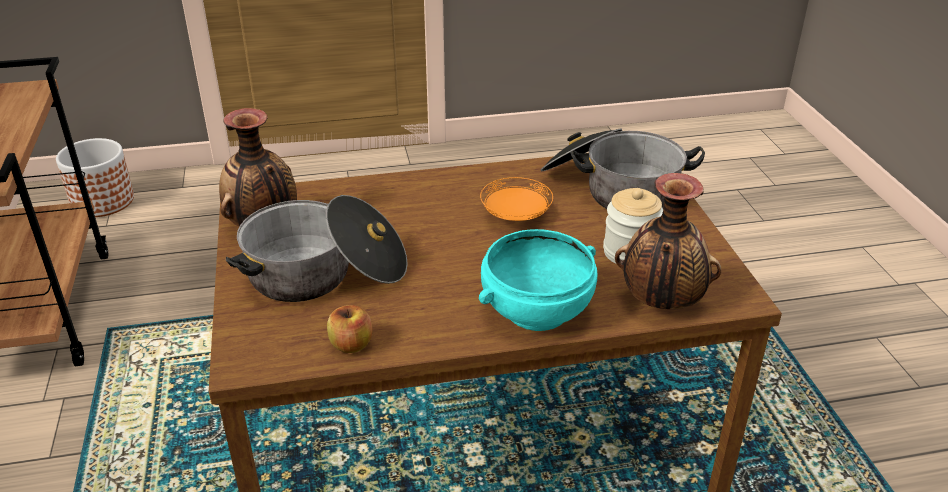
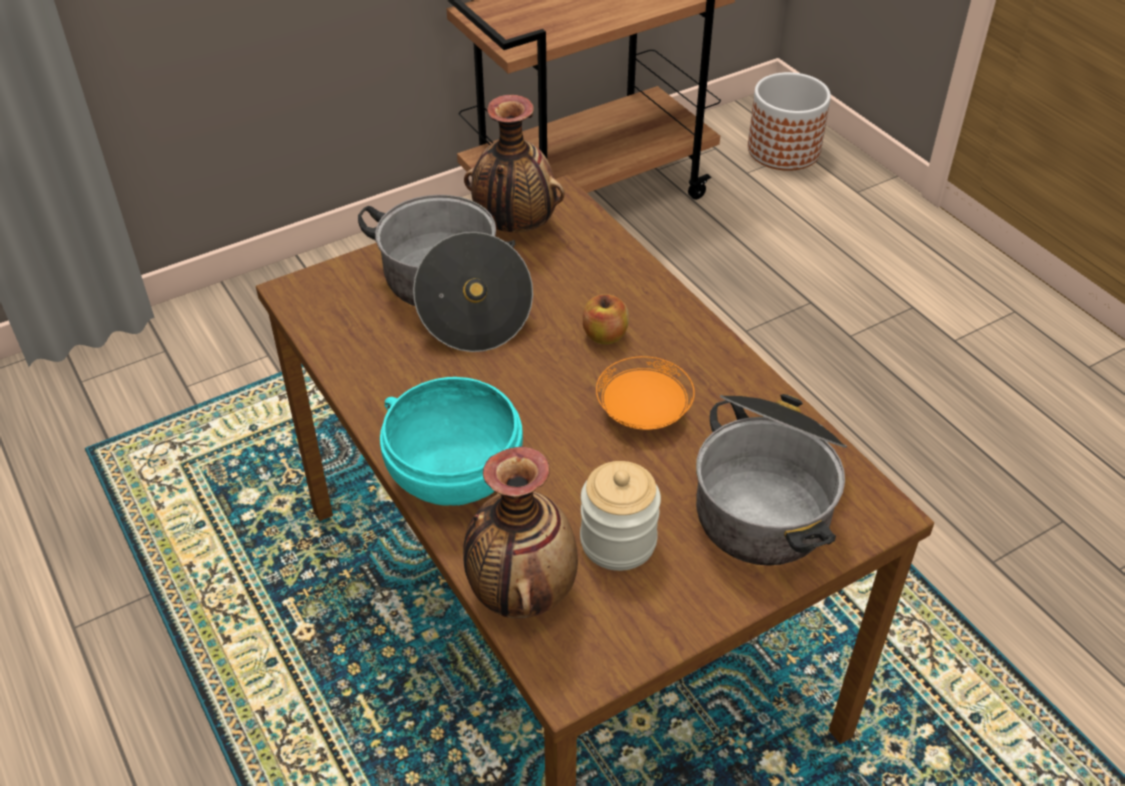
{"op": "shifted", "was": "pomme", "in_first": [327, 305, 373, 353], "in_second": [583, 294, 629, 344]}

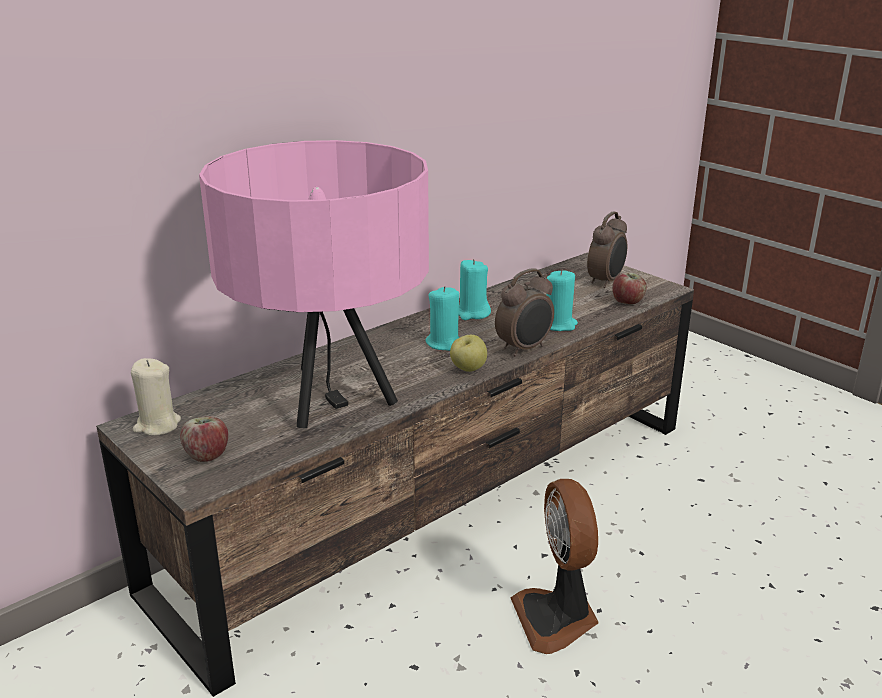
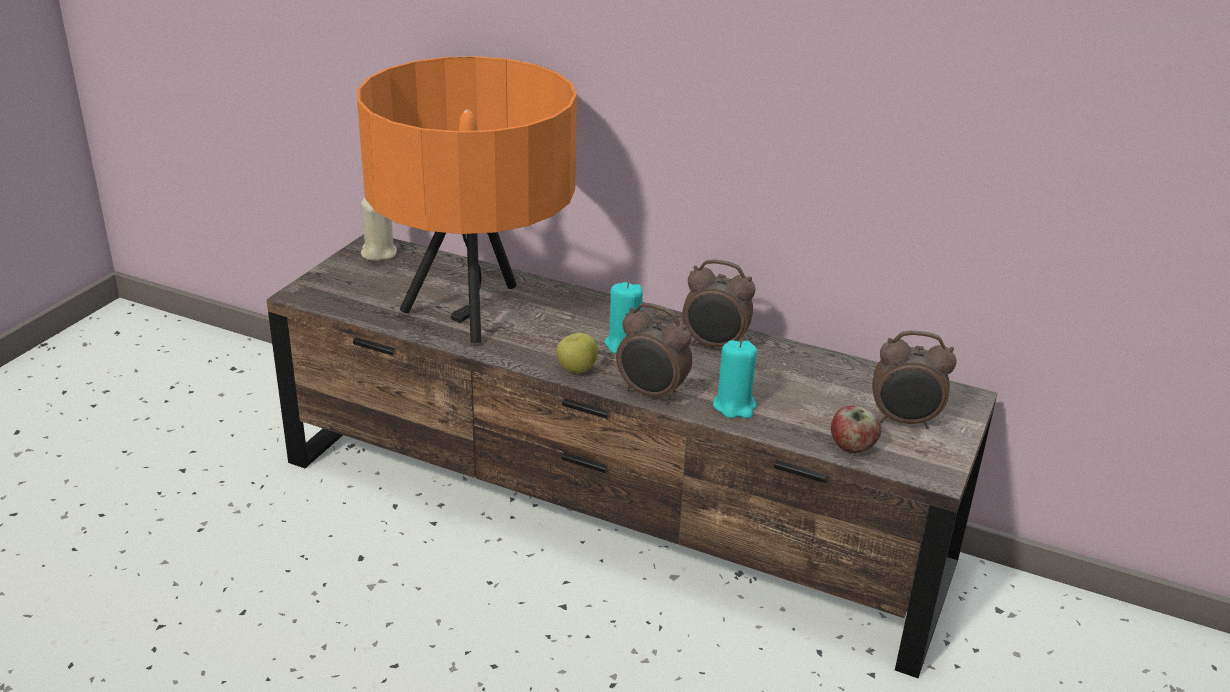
{"op": "repainted", "was": "lampe de table (rose)", "now": "lampe de table (orange)", "in_first": [199, 140, 429, 428], "in_second": [357, 56, 577, 343]}
{"op": "swapped", "was": "bougie (turquoise)", "now": "réveil", "in_first": [459, 259, 491, 320], "in_second": [682, 259, 756, 347]}
{"op": "gone", "was": "pomme", "in_first": [180, 416, 228, 462]}
{"op": "gone", "was": "ventilateur", "in_first": [511, 479, 598, 654]}

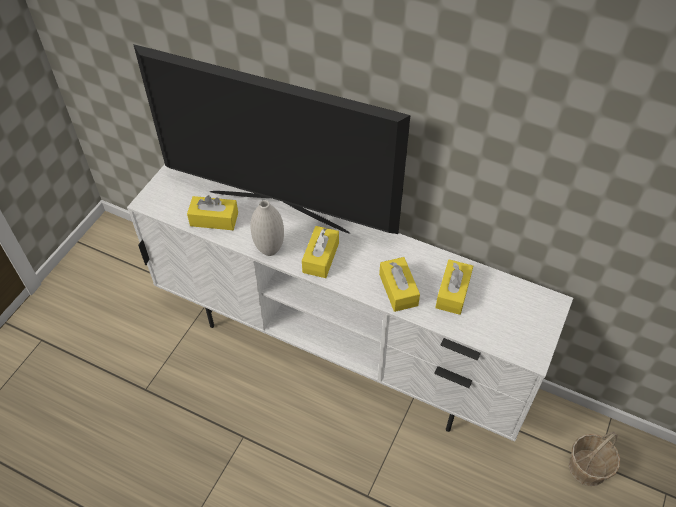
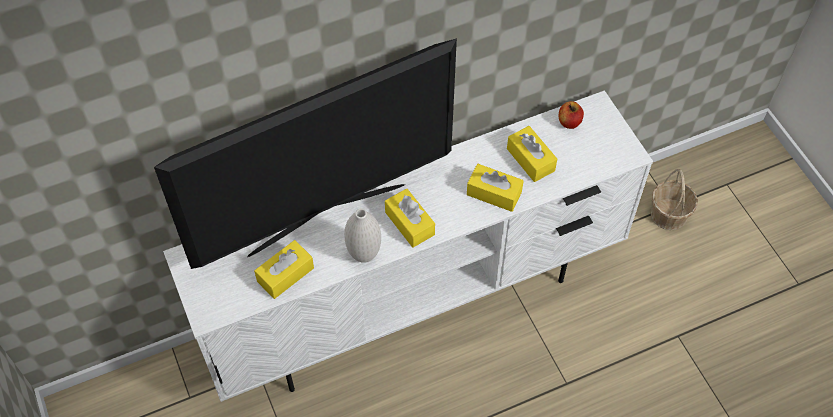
{"op": "new", "now": "pomme", "in_second": [558, 101, 584, 129]}

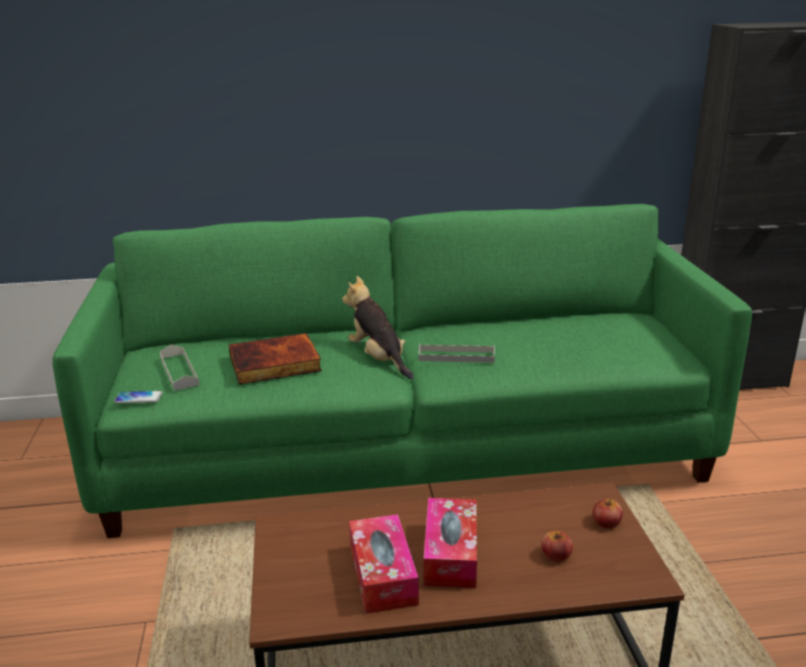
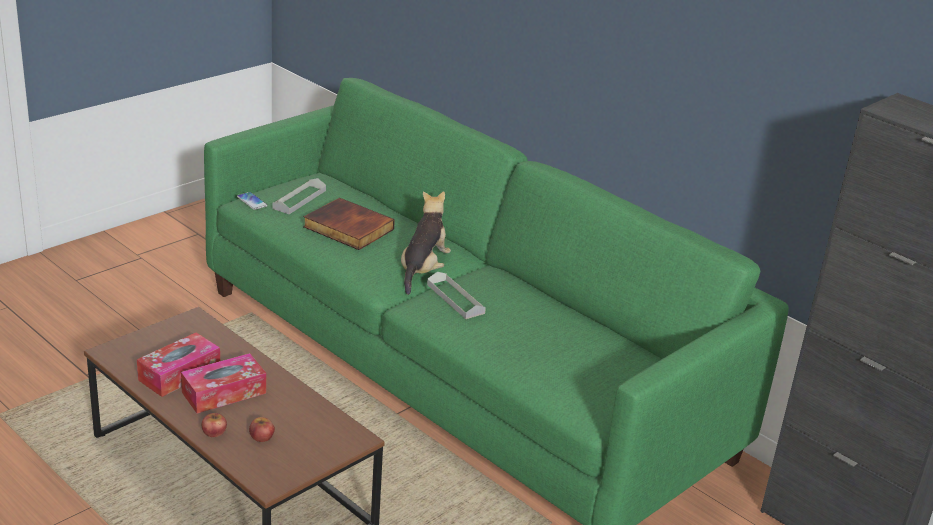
{"op": "shifted", "was": "pomme", "in_first": [592, 498, 623, 528], "in_second": [202, 413, 227, 437]}

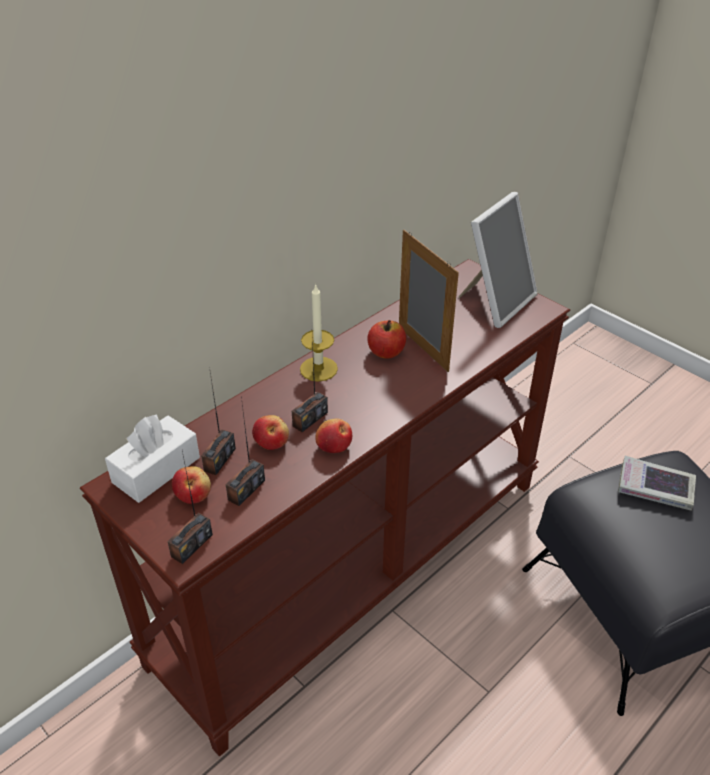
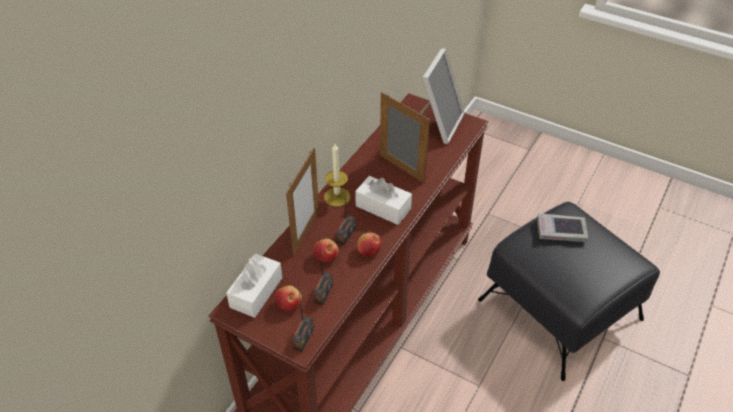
{"op": "gone", "was": "pomme", "in_first": [367, 320, 406, 359]}
{"op": "gone", "was": "radio", "in_first": [201, 367, 236, 475]}
{"op": "new", "now": "cadre photo", "in_second": [286, 147, 319, 256]}
{"op": "new", "now": "boîte à mouchoirs (blanc)", "in_second": [355, 176, 412, 225]}

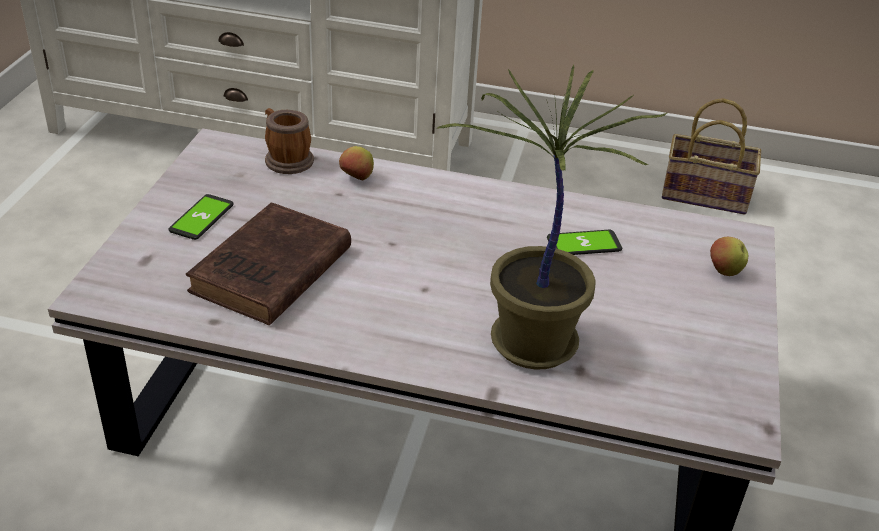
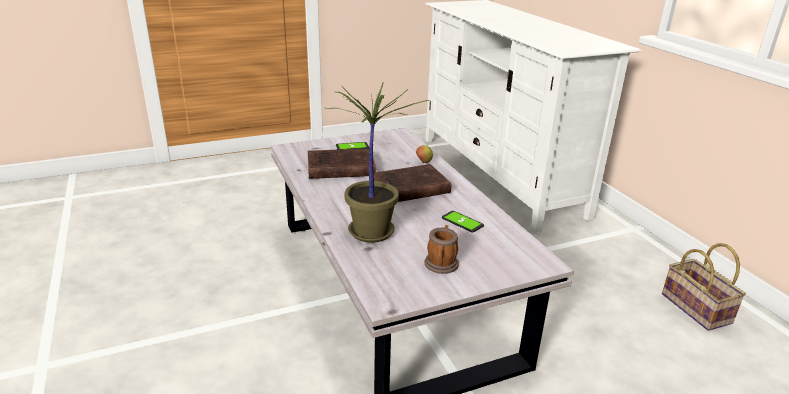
{"op": "shifted", "was": "mug", "in_first": [265, 108, 314, 174], "in_second": [425, 225, 459, 274]}
{"op": "gone", "was": "pomme", "in_first": [710, 237, 748, 276]}
{"op": "new", "now": "livre (marron)", "in_second": [373, 164, 451, 202]}

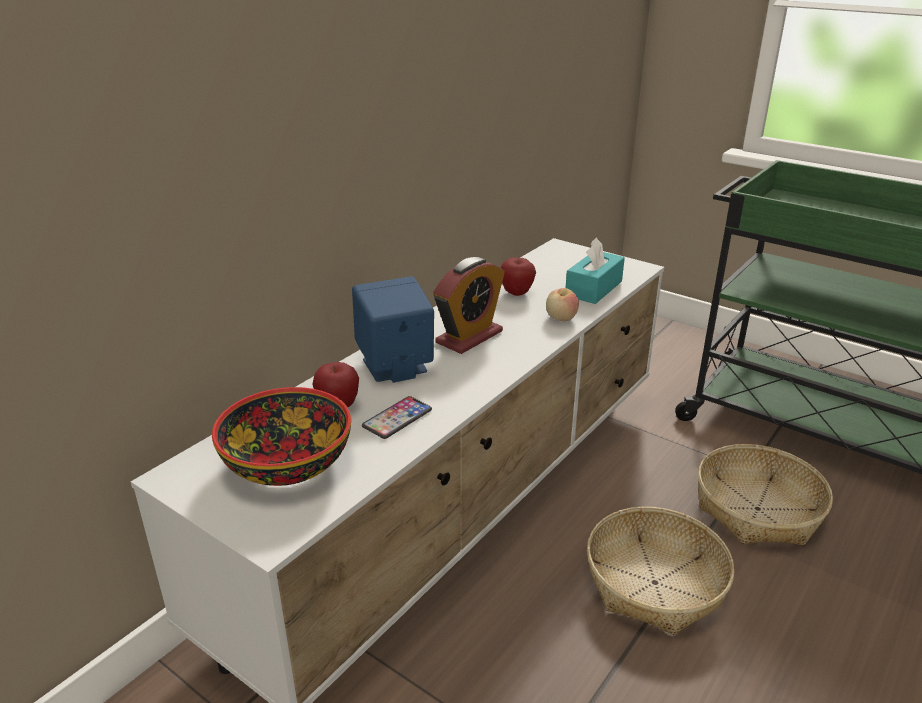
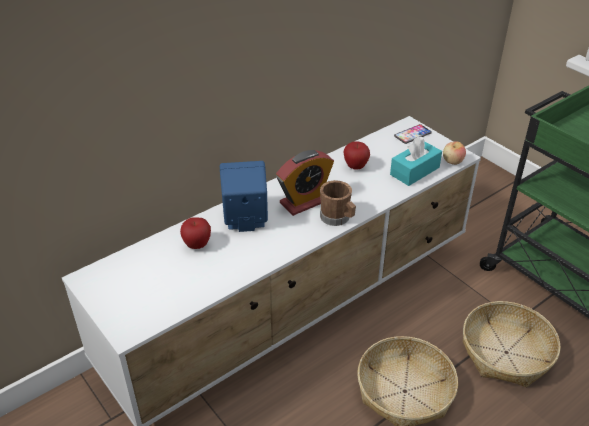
{"op": "shifted", "was": "pomme", "in_first": [546, 288, 579, 321], "in_second": [443, 142, 466, 165]}
{"op": "gone", "was": "bol", "in_first": [212, 387, 351, 486]}
{"op": "shifted", "was": "téléphone", "in_first": [362, 396, 432, 439], "in_second": [394, 124, 432, 144]}
{"op": "new", "now": "mug (marron)", "in_second": [320, 180, 356, 226]}

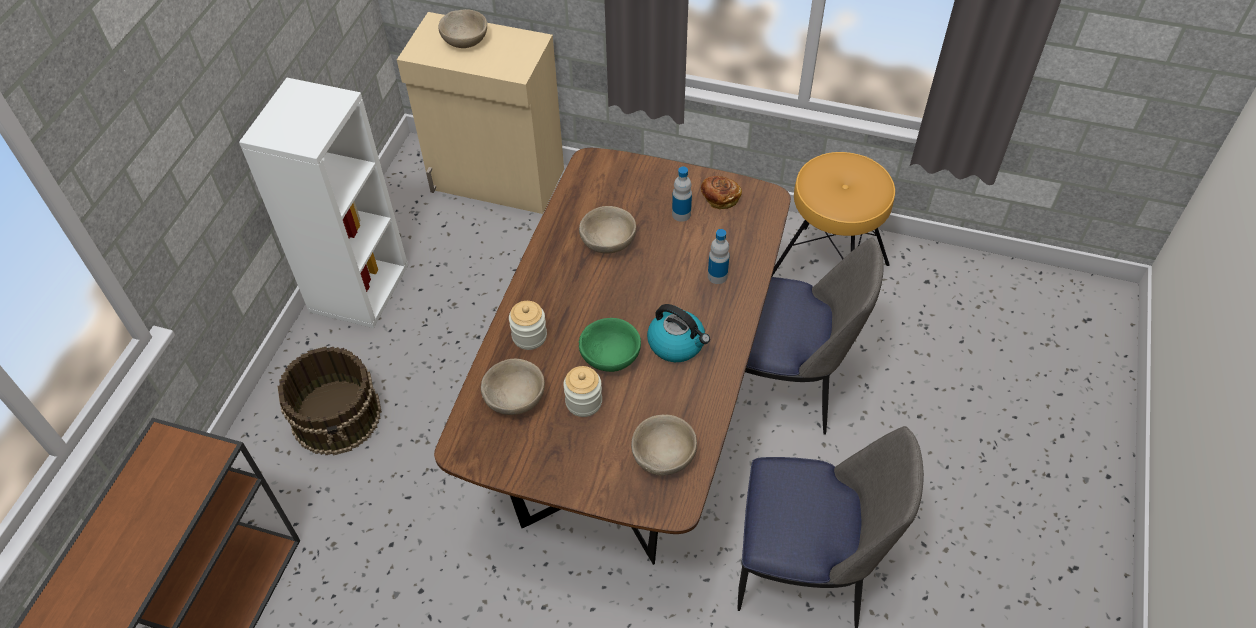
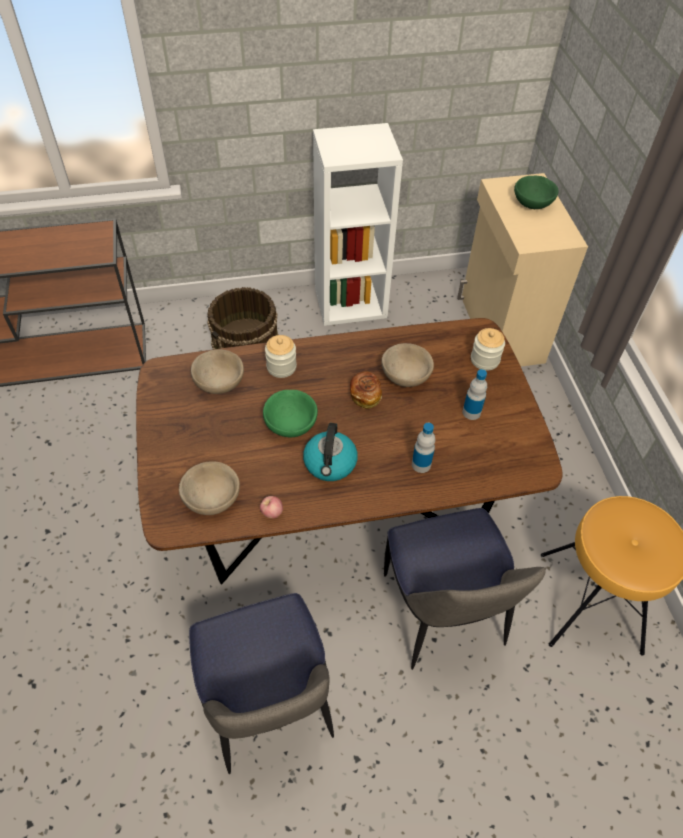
{"op": "repainted", "was": "bol (beige)", "now": "bol (vert)", "in_first": [438, 9, 487, 48], "in_second": [514, 176, 558, 209]}
{"op": "shifted", "was": "pain", "in_first": [701, 176, 742, 209], "in_second": [350, 371, 382, 409]}
{"op": "shifted", "was": "bocal", "in_first": [563, 366, 602, 417], "in_second": [471, 328, 505, 371]}
{"op": "new", "now": "pomme", "in_second": [260, 496, 283, 519]}

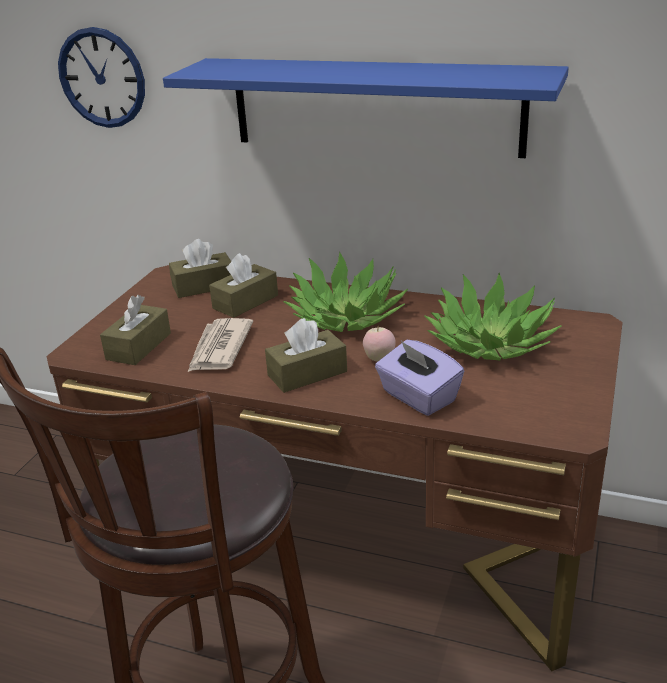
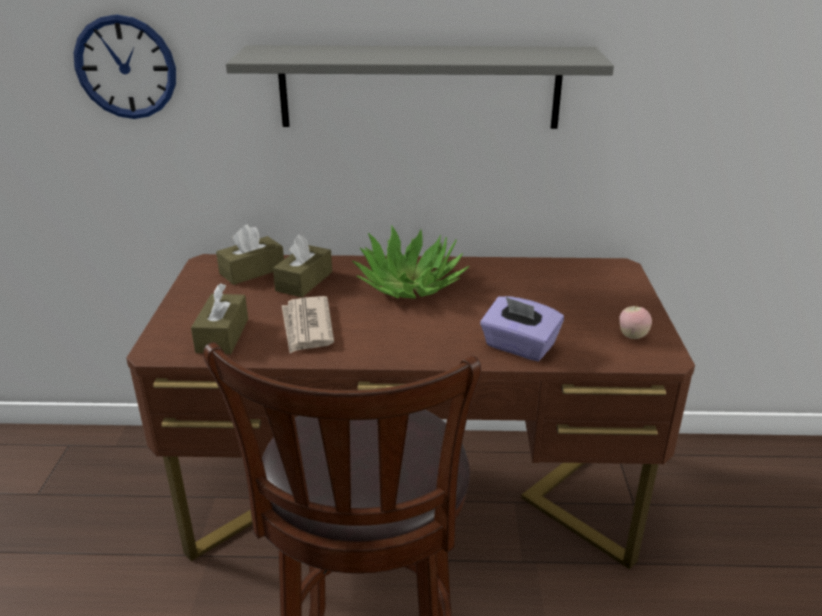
{"op": "repainted", "was": "étagère (bleu)", "now": "étagère (gris)", "in_first": [163, 58, 569, 158], "in_second": [226, 45, 614, 129]}
{"op": "gone", "was": "plante en pot", "in_first": [424, 273, 562, 360]}
{"op": "gone", "was": "boîte à mouchoirs (marron)", "in_first": [265, 318, 347, 393]}
{"op": "shifted", "was": "pomme", "in_first": [363, 327, 396, 362], "in_second": [619, 304, 652, 339]}

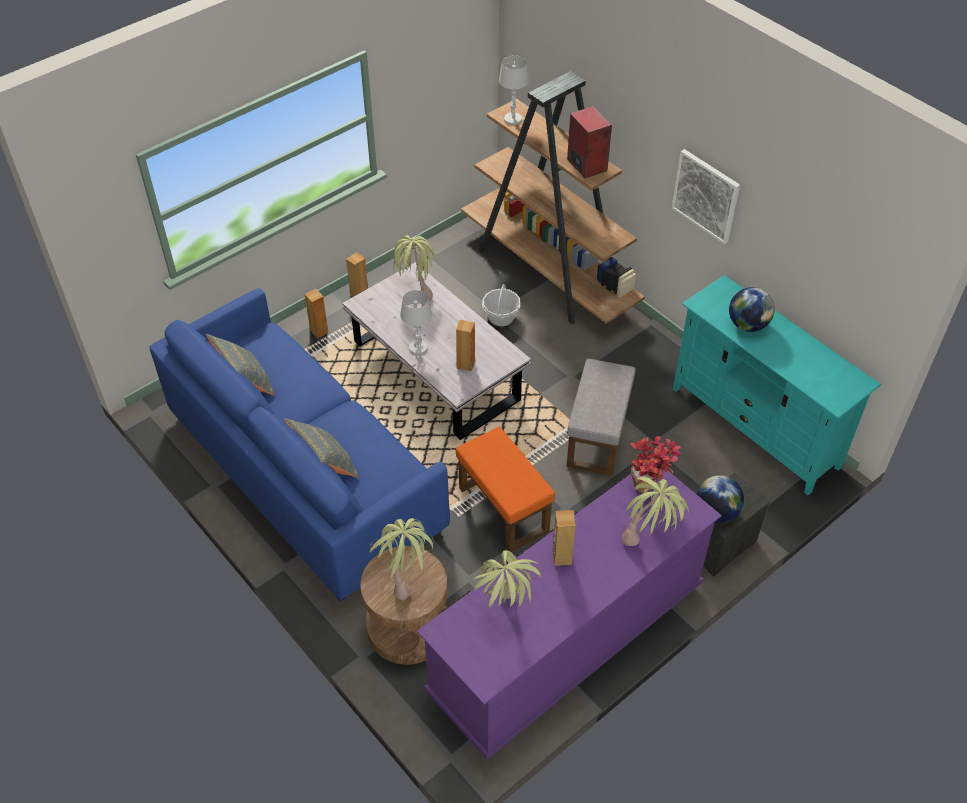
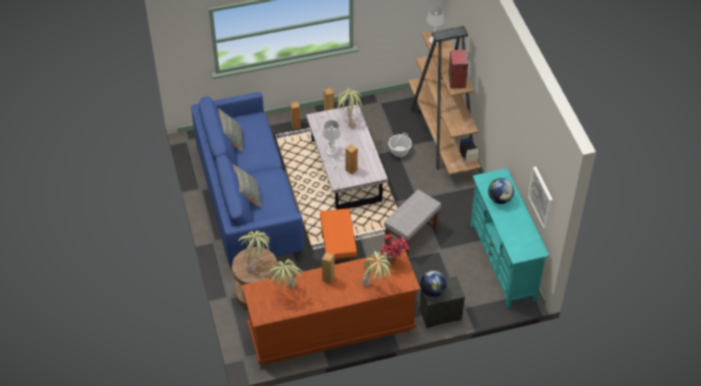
{"op": "shifted", "was": "tableau", "in_first": [672, 149, 740, 244], "in_second": [528, 166, 553, 229]}
{"op": "repainted", "was": "commode (violet)", "now": "commode (marron)", "in_first": [417, 469, 722, 759], "in_second": [242, 251, 420, 364]}

